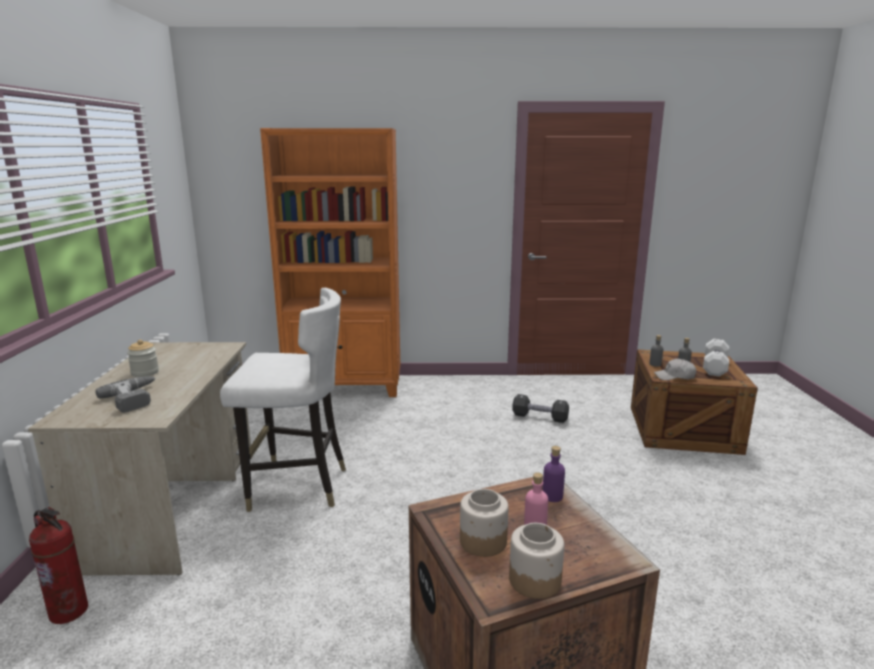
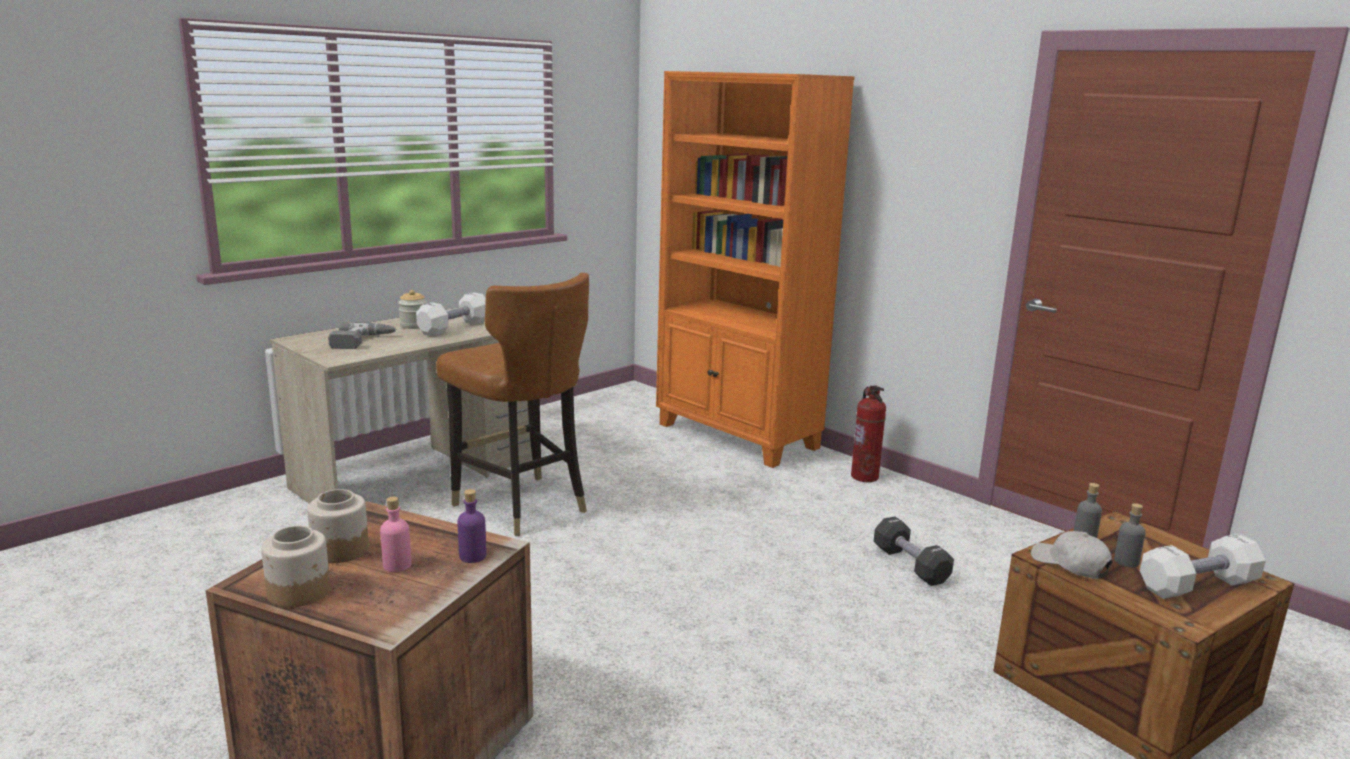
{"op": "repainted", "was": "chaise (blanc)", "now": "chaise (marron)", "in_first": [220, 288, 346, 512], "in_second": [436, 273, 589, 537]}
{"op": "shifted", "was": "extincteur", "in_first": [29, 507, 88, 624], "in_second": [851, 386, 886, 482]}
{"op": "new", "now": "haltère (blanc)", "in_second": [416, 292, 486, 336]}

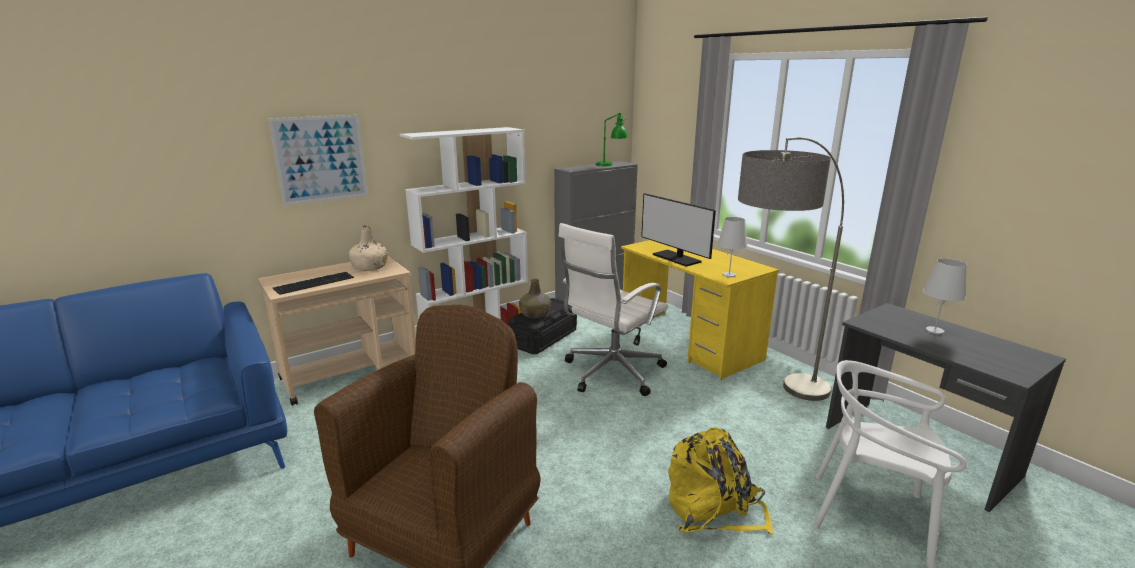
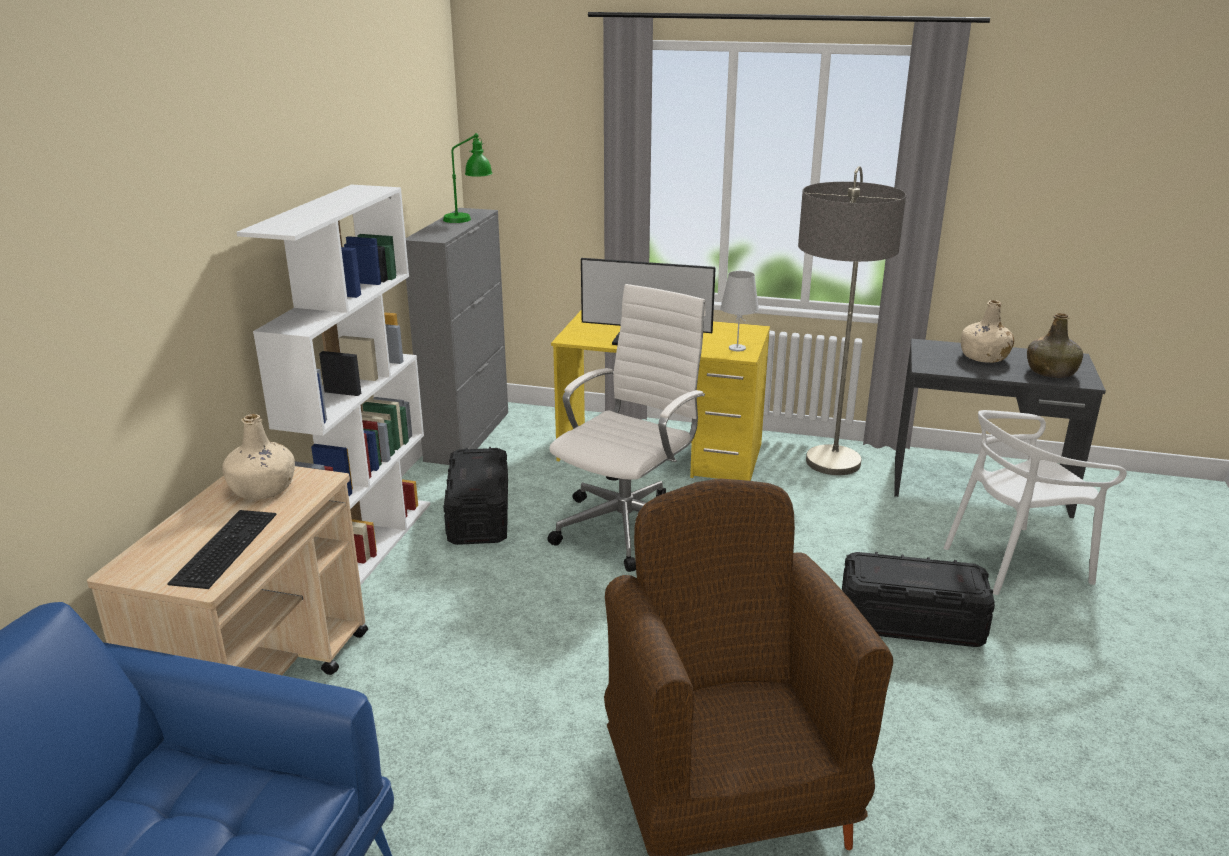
{"op": "gone", "was": "tableau", "in_first": [268, 115, 368, 205]}
{"op": "rotated", "was": "chaise de bureau (blanc)", "in_first": [558, 223, 668, 396], "in_second": [547, 284, 706, 572], "clockwise": -150}
{"op": "swapped", "was": "lampe de table (blanc)", "now": "bouteille (beige)", "in_first": [923, 258, 967, 334], "in_second": [961, 300, 1014, 363]}
{"op": "shifted", "was": "bouteille (vert)", "in_first": [519, 278, 551, 319], "in_second": [1027, 313, 1083, 378]}
{"op": "swapped", "was": "sac à dos (jaune)", "now": "boîte de rangement (noir)", "in_first": [668, 427, 774, 535], "in_second": [842, 552, 995, 647]}

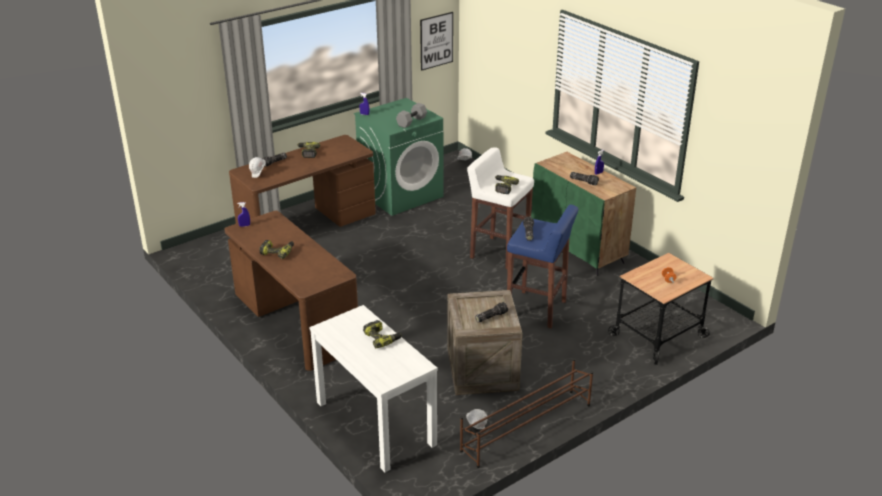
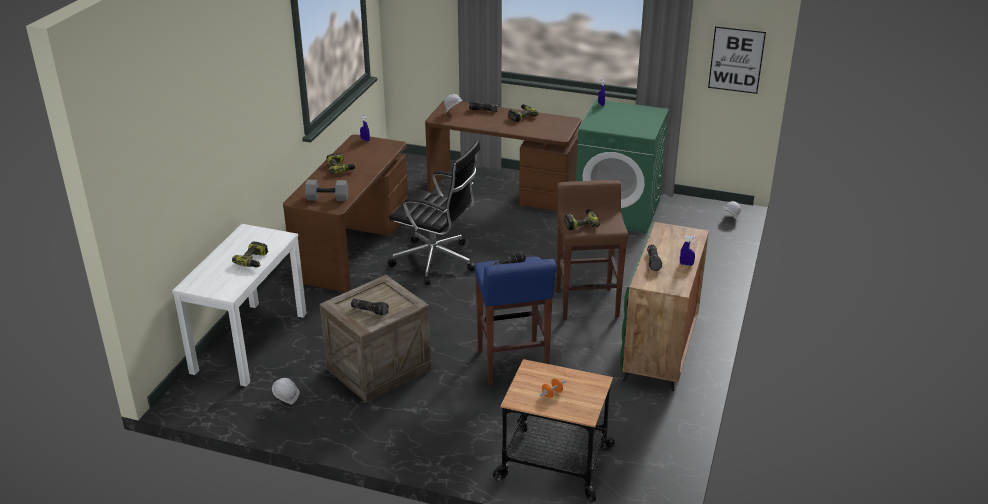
{"op": "shifted", "was": "haltère (gris)", "in_first": [396, 103, 427, 128], "in_second": [305, 180, 348, 201]}
{"op": "repainted", "was": "tabouret (blanc)", "now": "tabouret (marron)", "in_first": [467, 148, 534, 270], "in_second": [556, 180, 628, 320]}
{"op": "gone", "was": "étagère à chaussures (marron)", "in_first": [460, 358, 593, 468]}
{"op": "new", "now": "chaise de bureau (noir)", "in_second": [388, 140, 480, 285]}

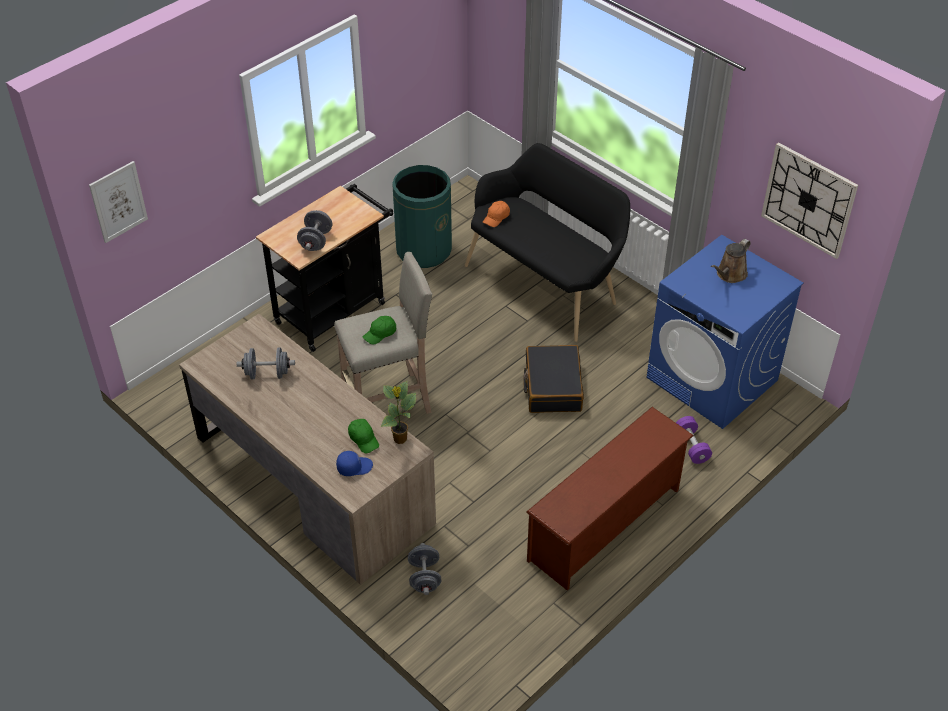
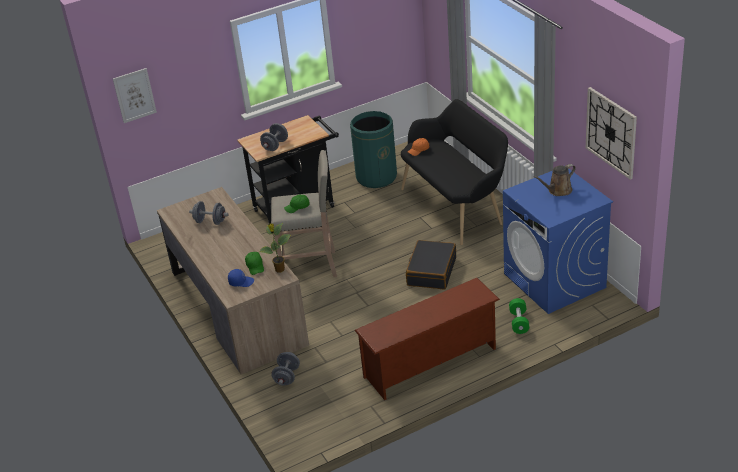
{"op": "repainted", "was": "haltère (violet)", "now": "haltère (vert)", "in_first": [676, 416, 712, 464], "in_second": [509, 298, 529, 334]}

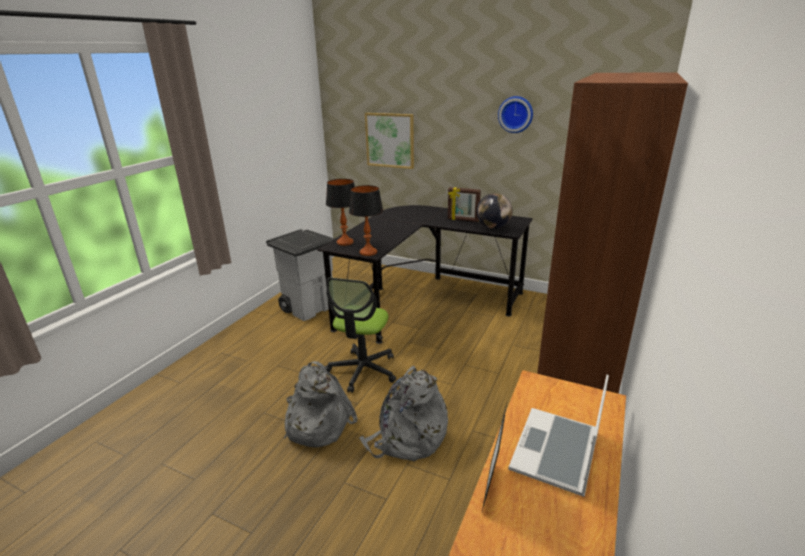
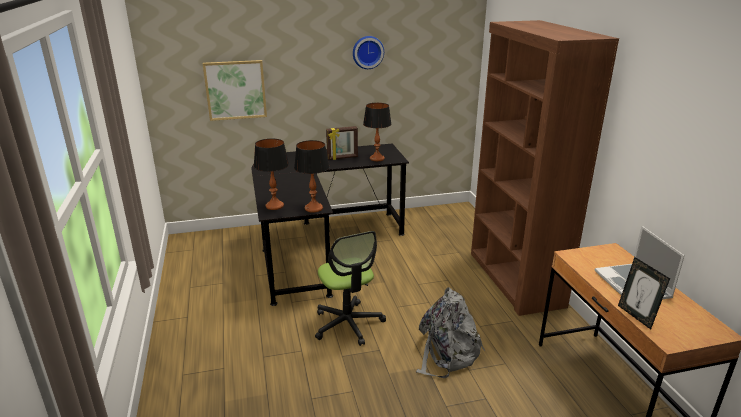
{"op": "swapped", "was": "globe", "now": "lampe de table", "in_first": [477, 193, 513, 229], "in_second": [363, 103, 392, 161]}
{"op": "gone", "was": "poubelle (gris)", "in_first": [266, 229, 334, 321]}
{"op": "gone", "was": "sac à dos (gris)", "in_first": [284, 361, 358, 447]}

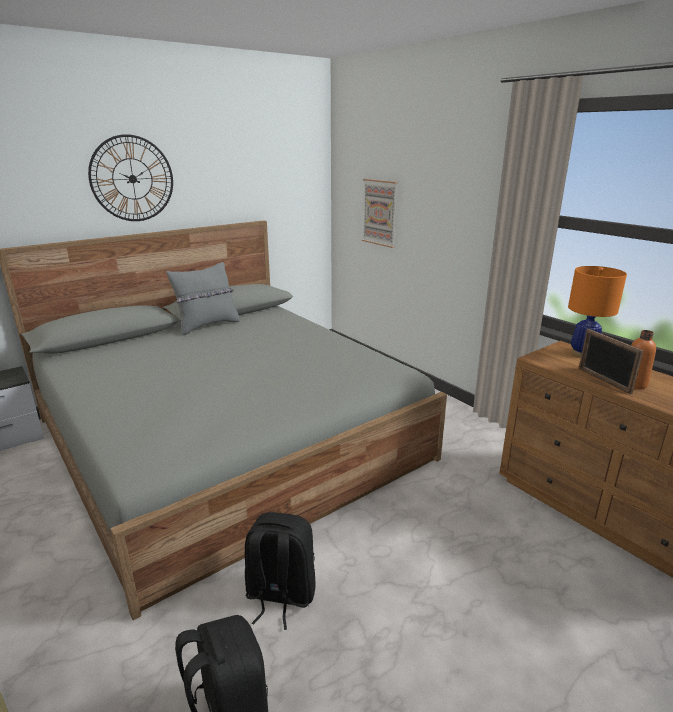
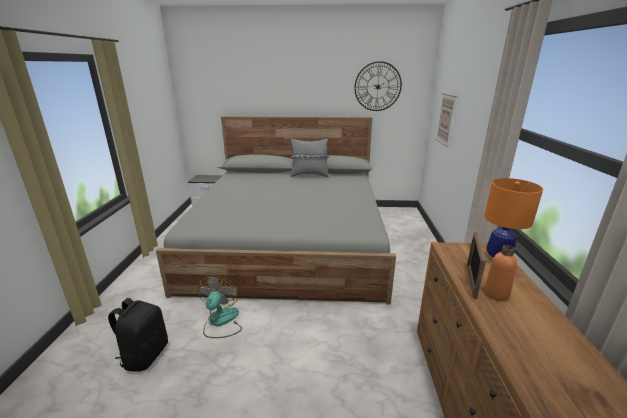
{"op": "shifted", "was": "horloge murale", "in_first": [88, 134, 173, 221], "in_second": [354, 61, 402, 111]}
{"op": "swapped", "was": "sac à dos (noir)", "now": "ventilateur", "in_first": [245, 512, 316, 630], "in_second": [198, 276, 242, 338]}

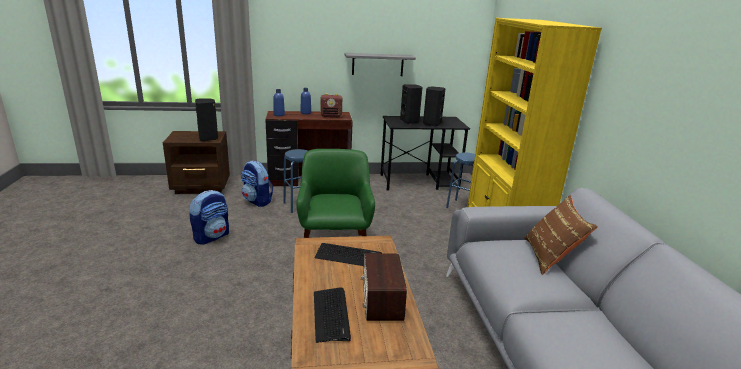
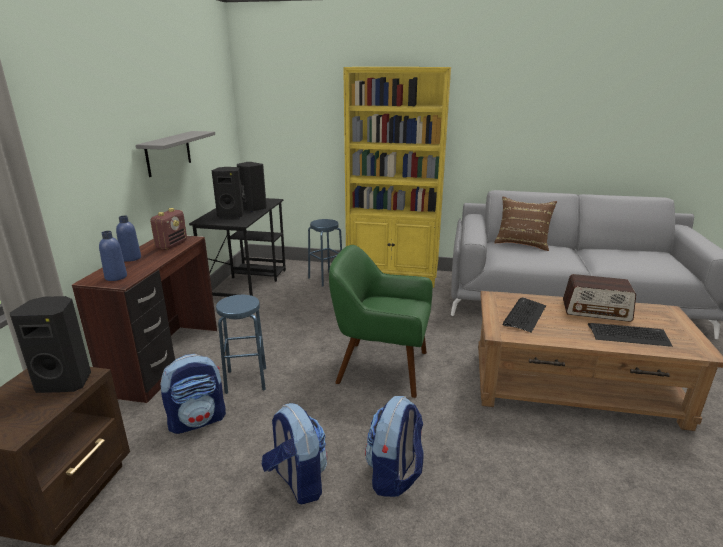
{"op": "new", "now": "sac à dos", "in_second": [365, 396, 423, 497]}

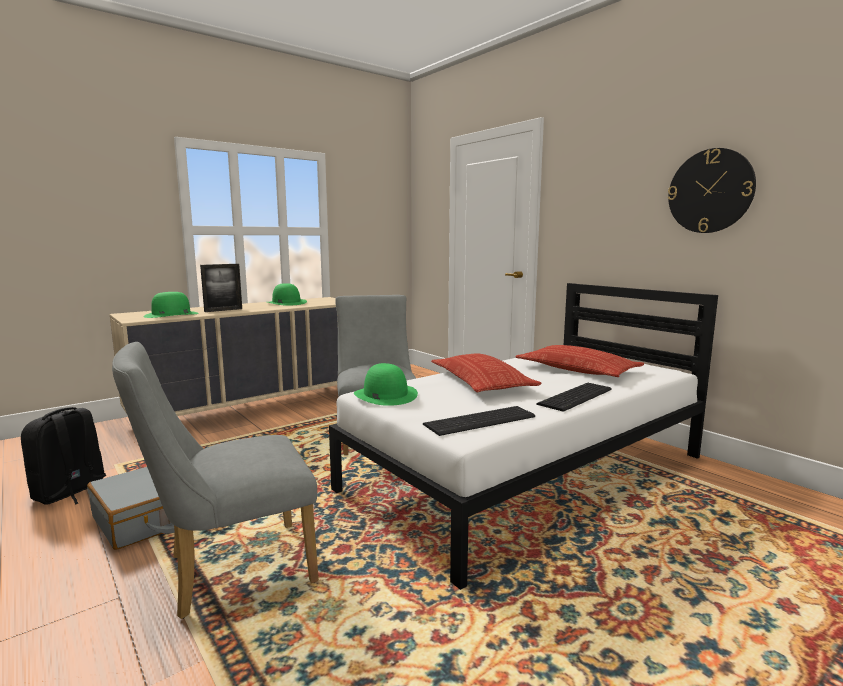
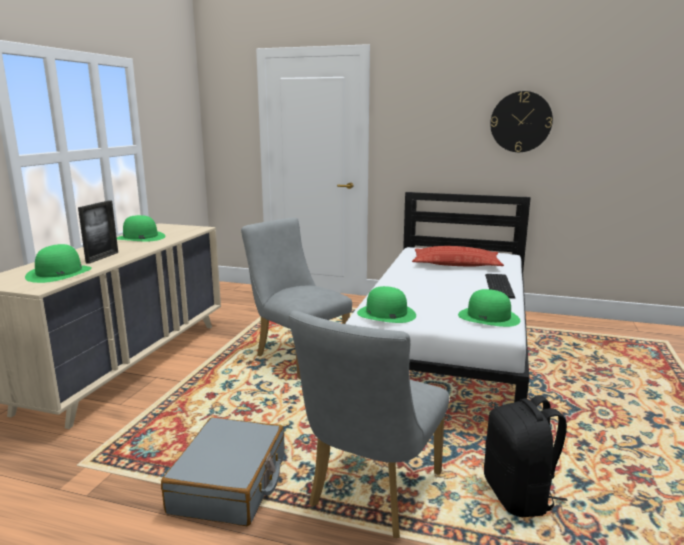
{"op": "gone", "was": "coussin", "in_first": [431, 353, 542, 392]}
{"op": "swapped", "was": "clavier", "now": "chapeau (vert)", "in_first": [423, 406, 535, 436], "in_second": [458, 289, 520, 327]}
{"op": "shifted", "was": "sac à dos (noir)", "in_first": [21, 407, 106, 505], "in_second": [484, 395, 567, 517]}

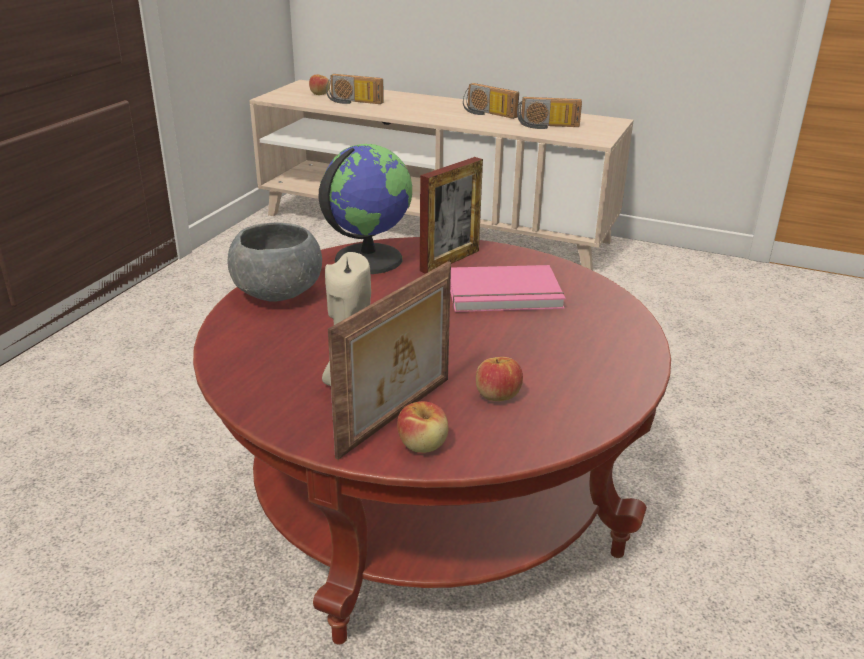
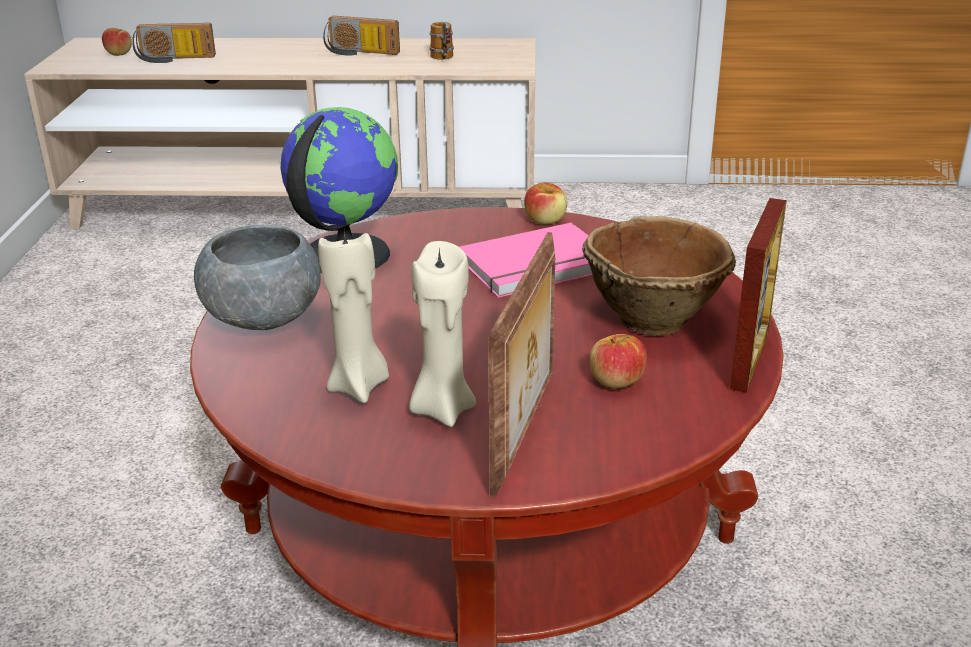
{"op": "swapped", "was": "radio", "now": "mug", "in_first": [517, 97, 582, 129], "in_second": [430, 22, 454, 60]}
{"op": "shifted", "was": "cadre photo", "in_first": [420, 157, 483, 274], "in_second": [730, 198, 787, 393]}
{"op": "shifted", "was": "pomme", "in_first": [397, 401, 448, 453], "in_second": [524, 183, 567, 225]}
{"op": "new", "now": "bol (marron)", "in_second": [582, 216, 736, 336]}
{"op": "new", "now": "bougie (beige)", "in_second": [318, 230, 389, 403]}

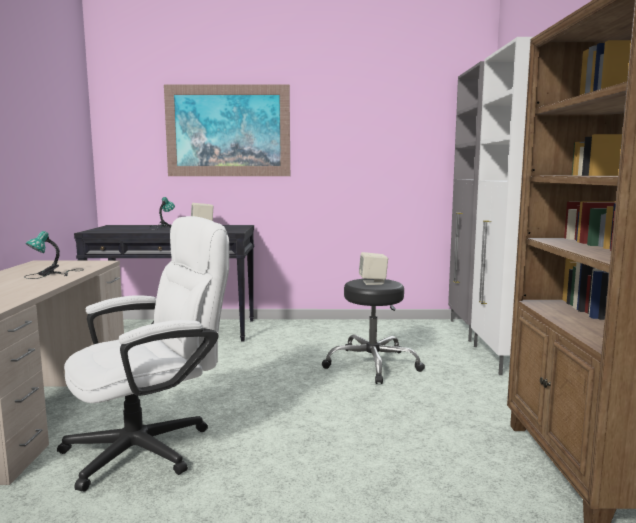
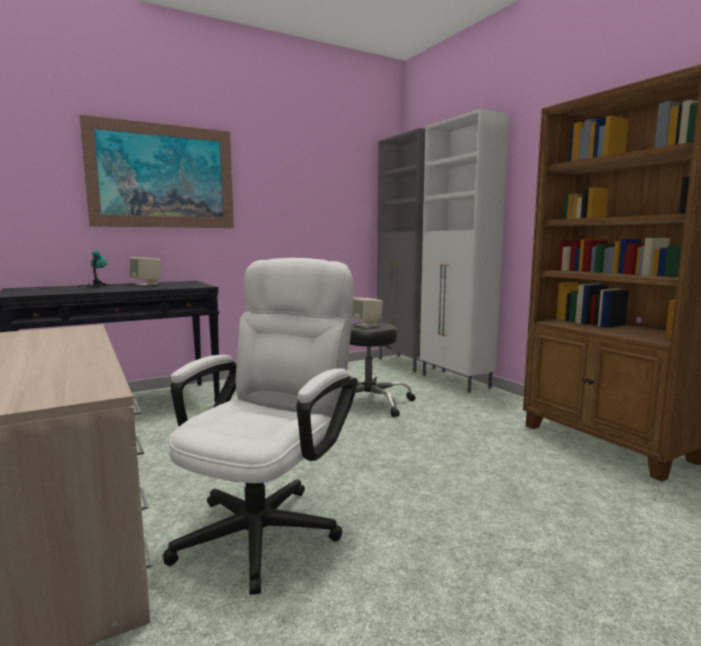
{"op": "gone", "was": "lampe de table", "in_first": [24, 231, 84, 279]}

